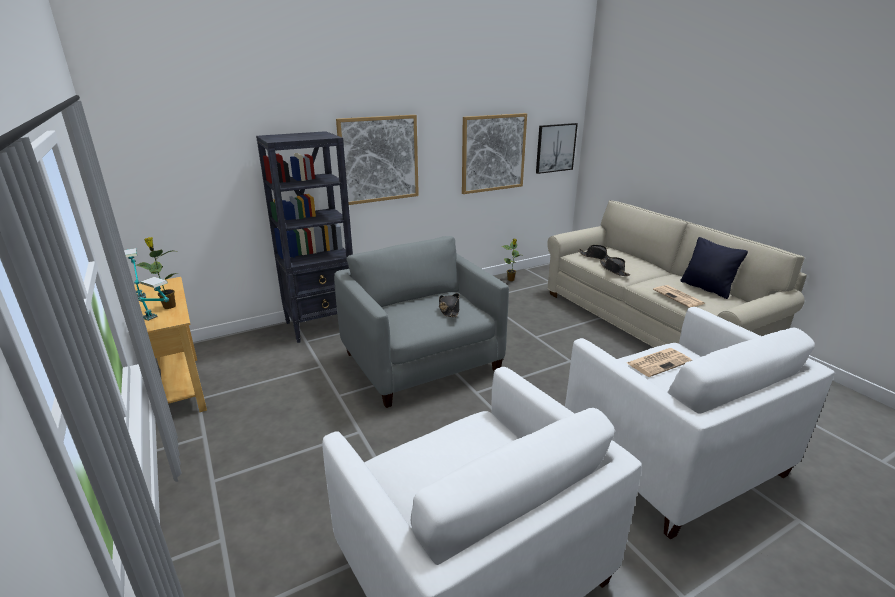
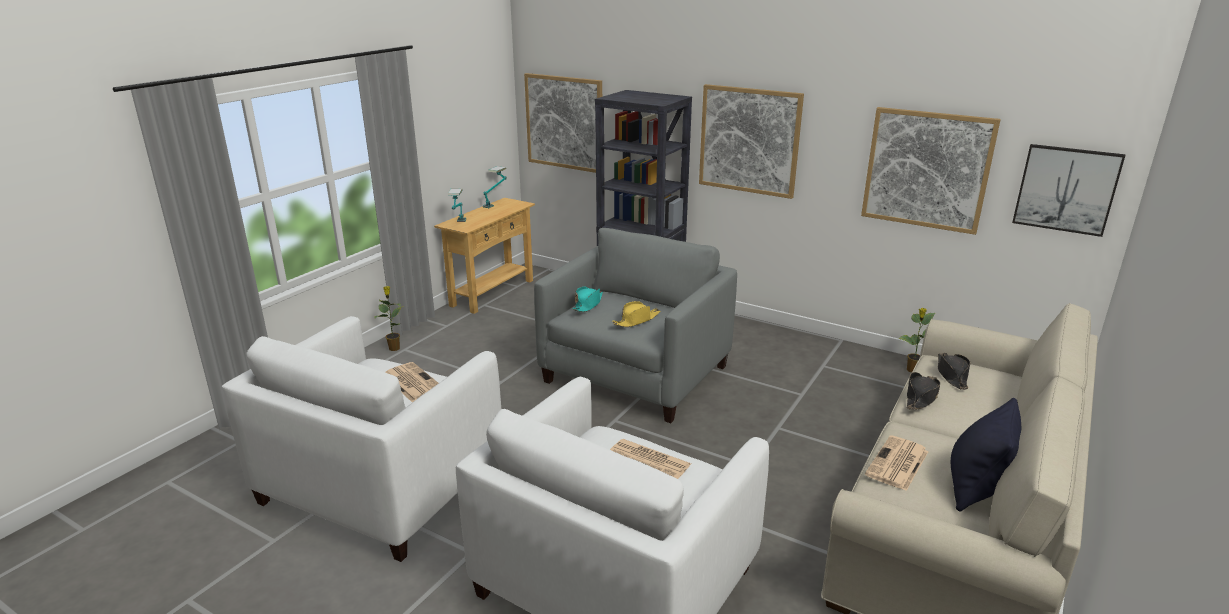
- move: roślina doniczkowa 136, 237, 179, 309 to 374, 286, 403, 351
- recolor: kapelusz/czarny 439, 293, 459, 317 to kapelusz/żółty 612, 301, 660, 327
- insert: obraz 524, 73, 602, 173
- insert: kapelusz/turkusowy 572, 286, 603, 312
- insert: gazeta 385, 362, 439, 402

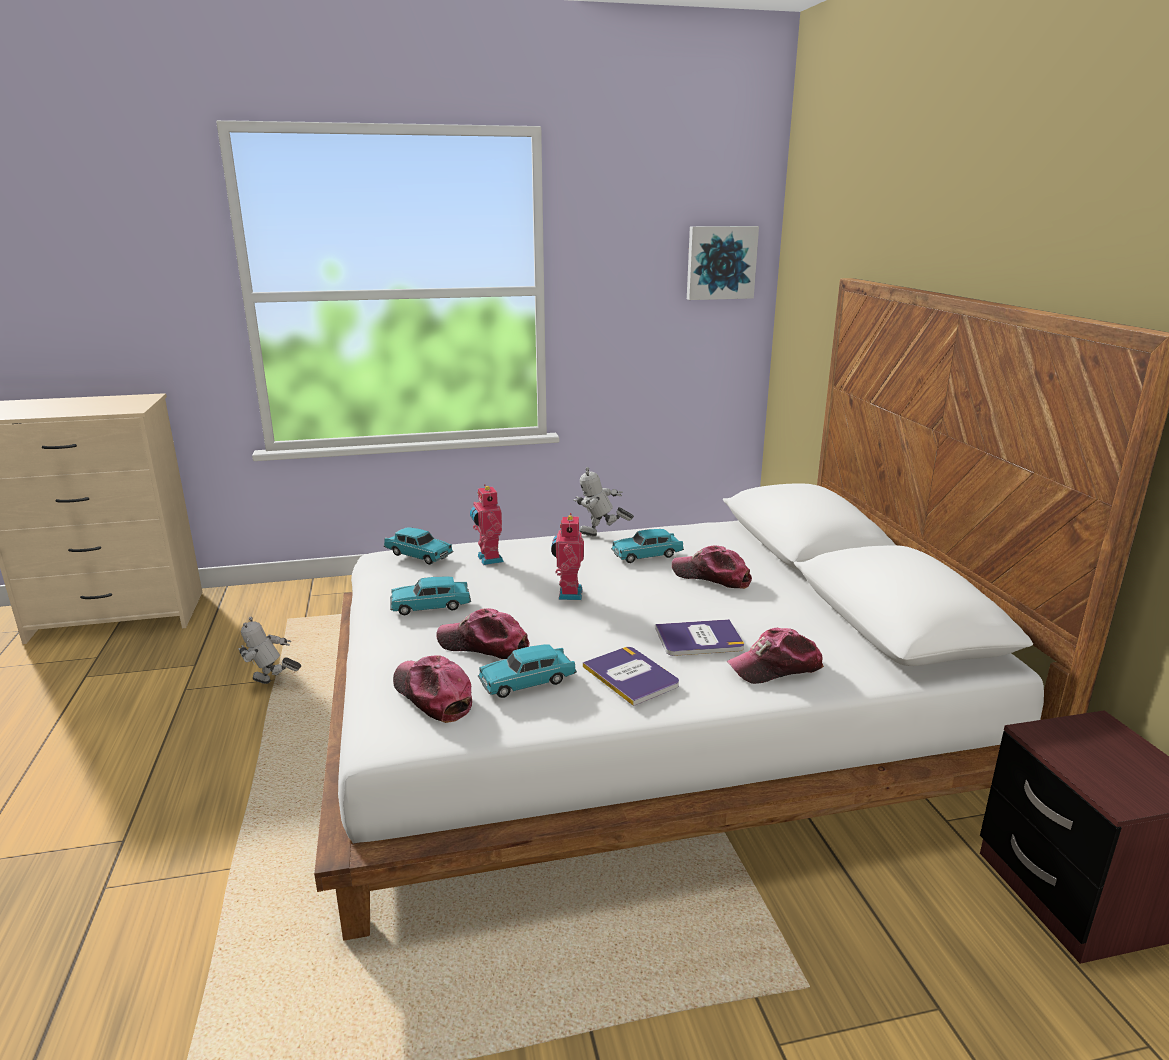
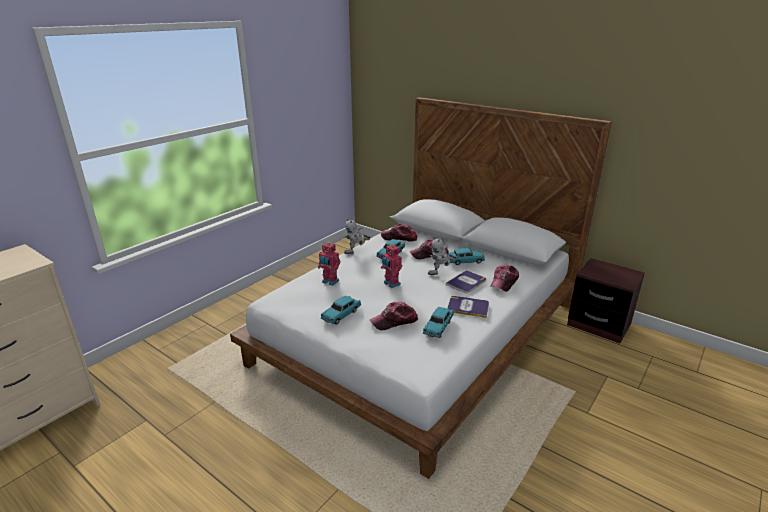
- delete: obraz 687, 226, 759, 300
- move: samochodzik/turkusowy 384, 527, 454, 565 to 447, 248, 485, 265
- move: robot zabawkowy 238, 617, 301, 684 to 428, 237, 457, 275
- move: czapka z daszkiem 393, 655, 472, 723 to 381, 224, 418, 242

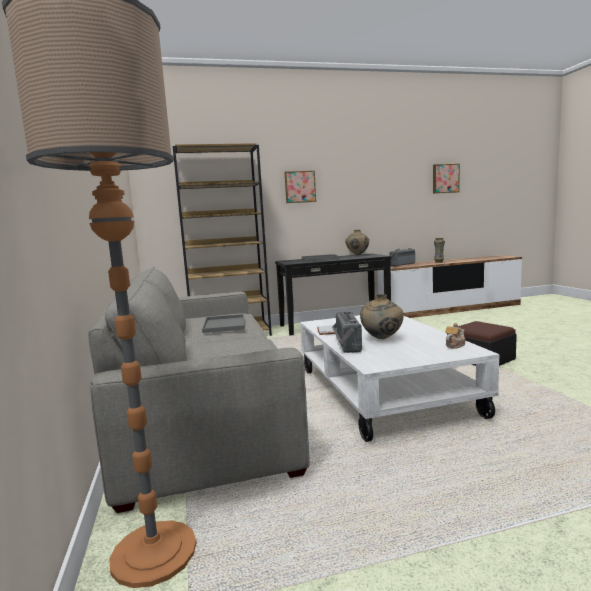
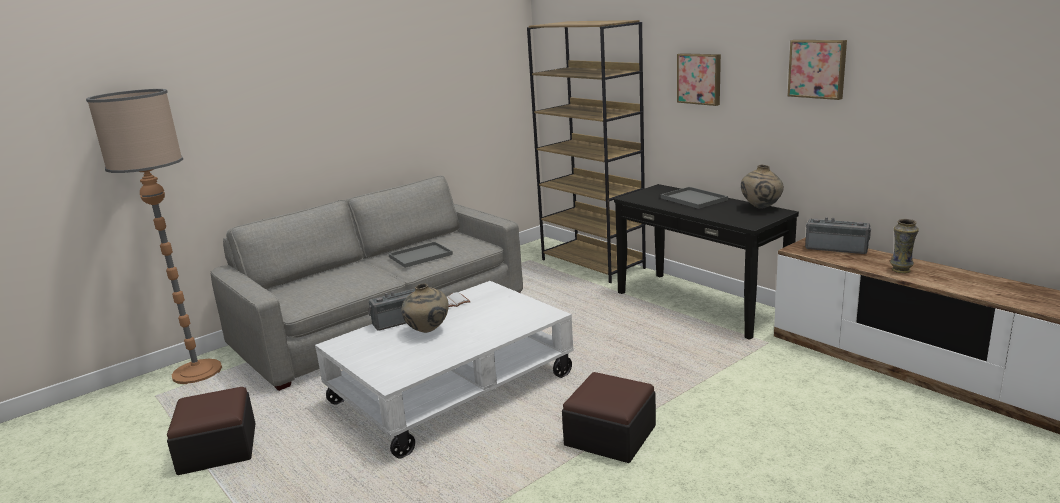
- move: obraz 433, 164, 460, 194 to 788, 40, 847, 100
- delete: imbryk 445, 323, 465, 349
- insert: pufa 167, 387, 256, 475

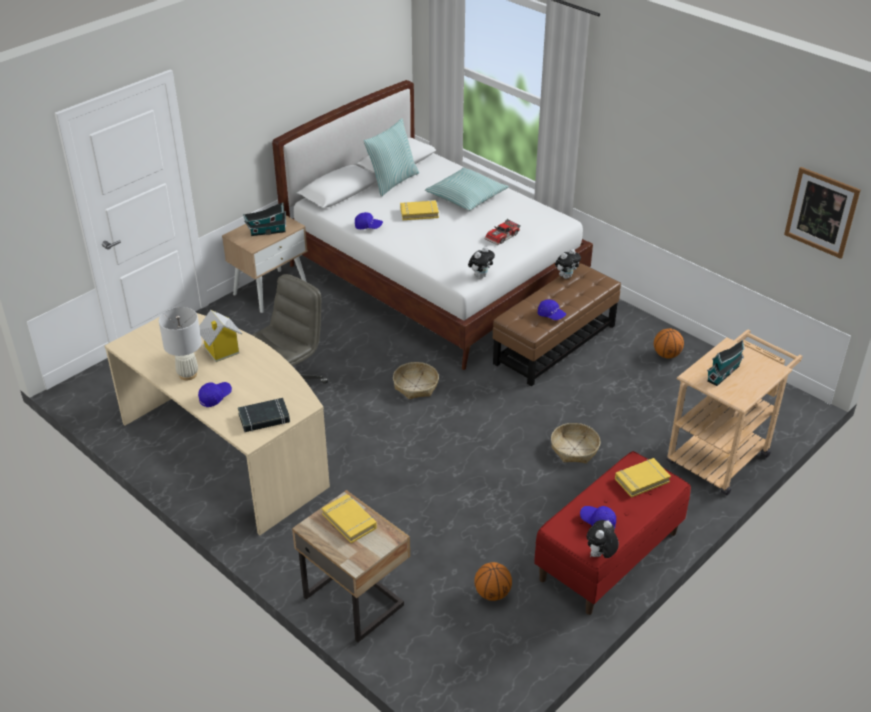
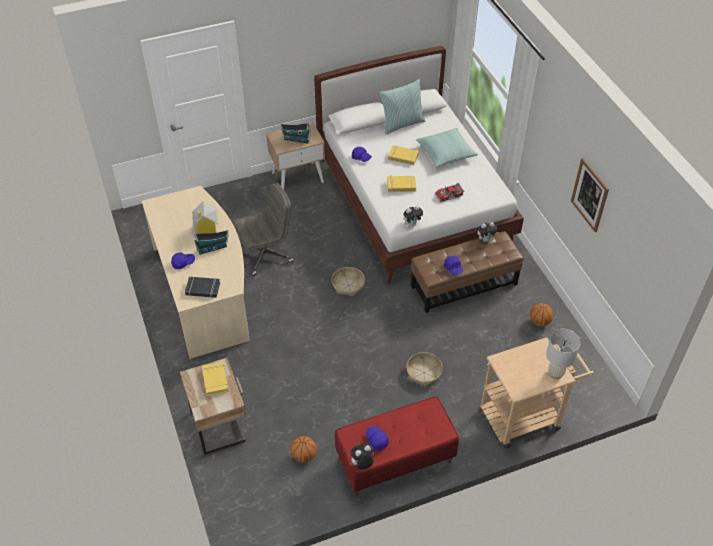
- move: obraz 784, 167, 860, 259 to 571, 158, 609, 232
- move: lampa stołowa/biały 159, 307, 202, 380 to 546, 329, 580, 379
- move: domek 707, 339, 745, 386 to 194, 230, 229, 255
- move: książka/żółty 615, 458, 671, 498 to 387, 175, 416, 192

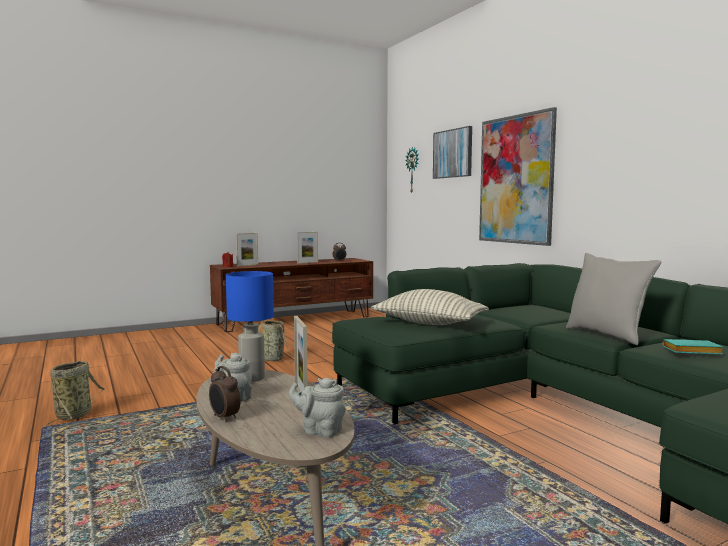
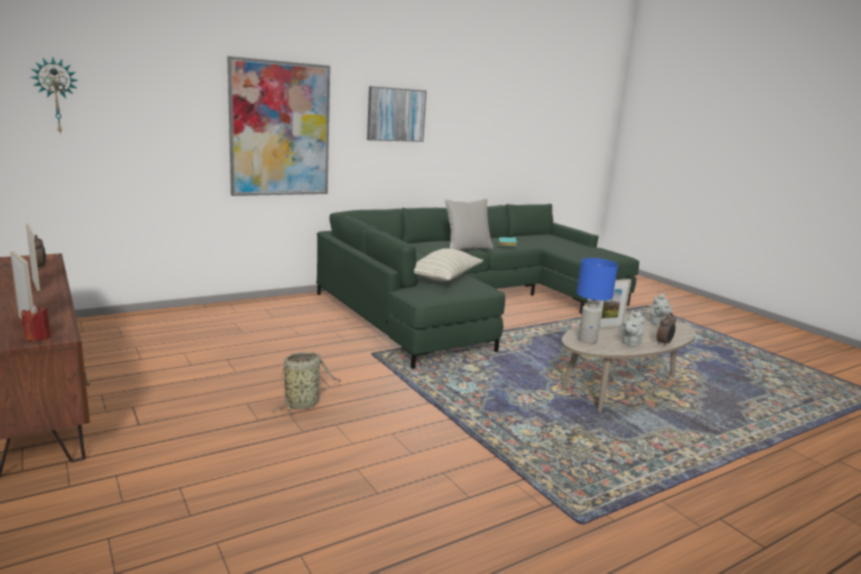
- move: obraz 433, 126, 472, 179 to 367, 86, 427, 142
- delete: koszyk 46, 361, 105, 426

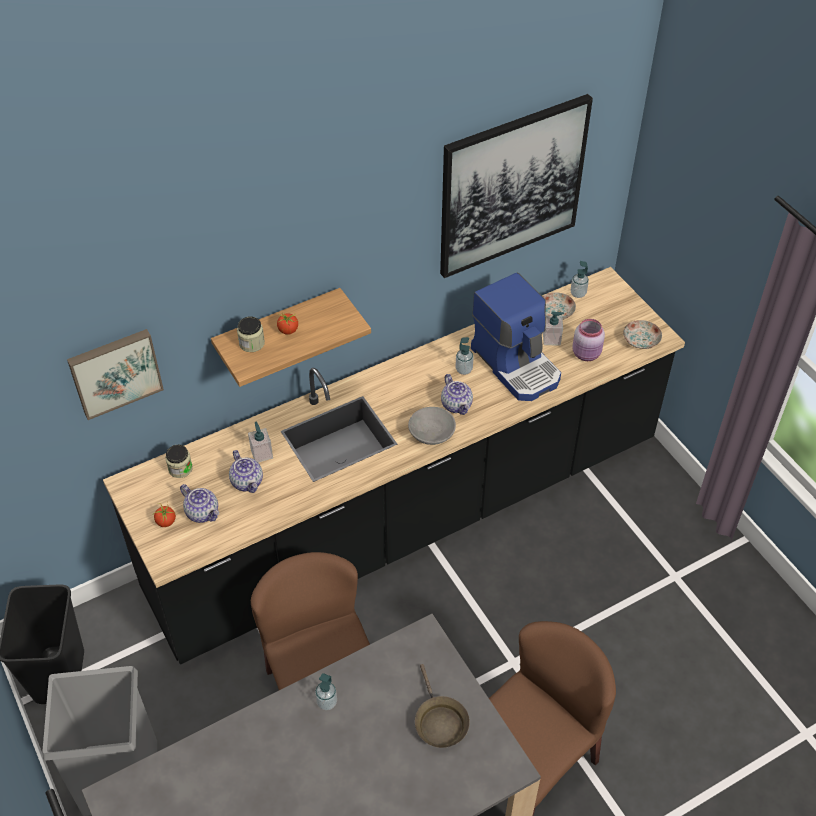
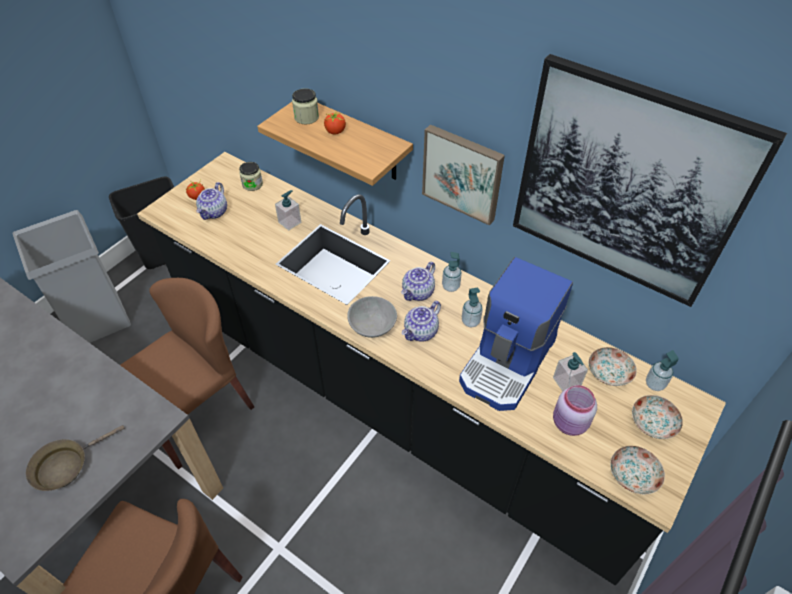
- move: obraz 67, 329, 164, 420 to 422, 124, 505, 226
- move: imbryk 229, 450, 263, 493 to 402, 262, 435, 301
- move: dozownik mydła 315, 673, 337, 711 to 442, 252, 462, 292
- insert: talerz 632, 395, 683, 439

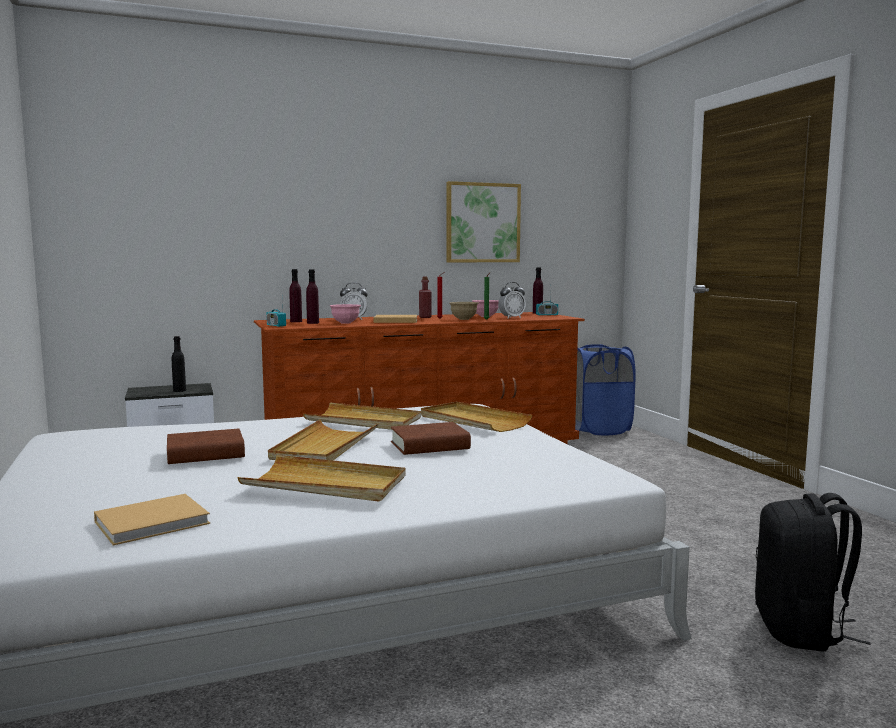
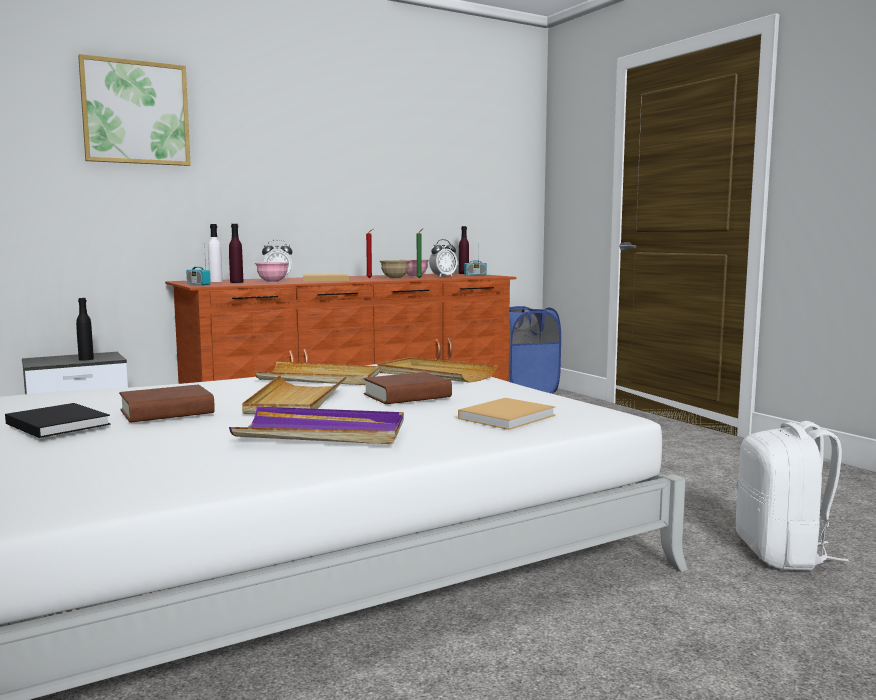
- move: obraz 447, 181, 521, 262 to 78, 54, 191, 166
- recolor: butelka/fioletowy 289, 269, 302, 322 to butelka/biały 208, 224, 223, 282
- delete: butelka/czerwony 419, 276, 431, 318
- recolor: taca/beżowy 237, 455, 406, 502 to taca/fioletowy 229, 407, 404, 444
- recolor: plecak/czarny 755, 493, 870, 652 to plecak/biały 736, 421, 849, 571
- move: książka/beżowy 94, 494, 210, 546 to 458, 398, 555, 430
- insert: książka/czarny 5, 403, 111, 438

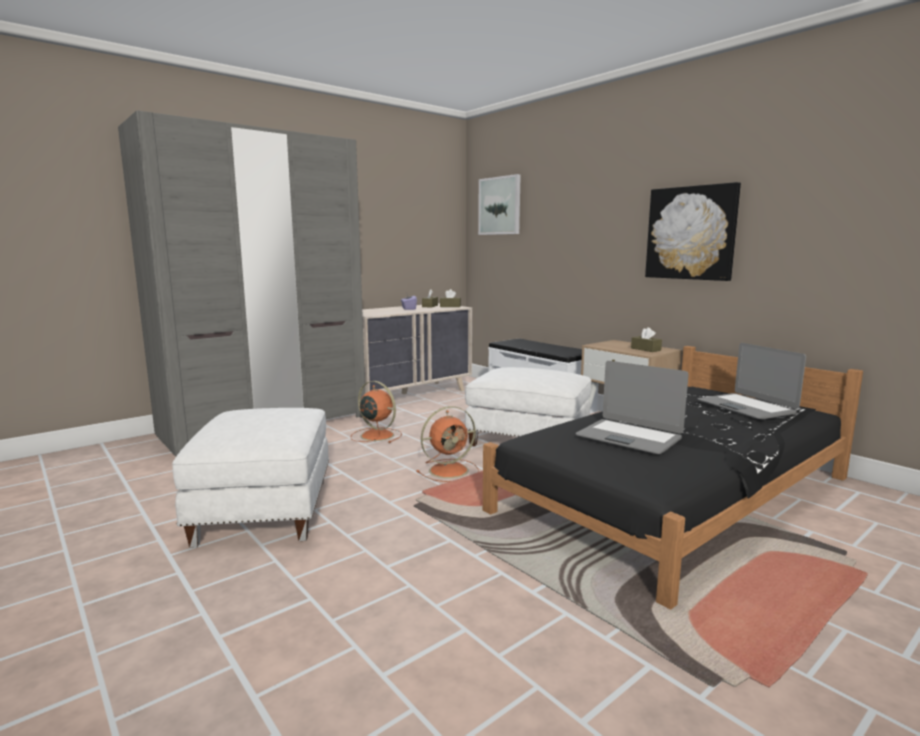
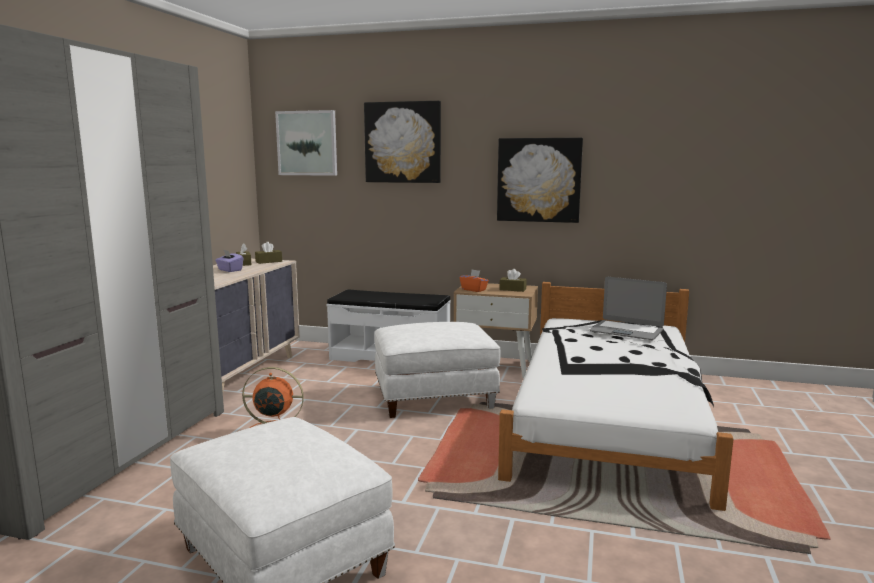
- recolor: łóżko/czarny 483, 346, 863, 609 to łóżko/biały 498, 282, 734, 511
- delete: laptop 575, 361, 689, 454
- delete: wentylator/pomarańczowy 416, 406, 479, 482
- insert: obraz 364, 101, 441, 183
- insert: pudełko chusteczek/pomarańczowy 460, 270, 489, 292

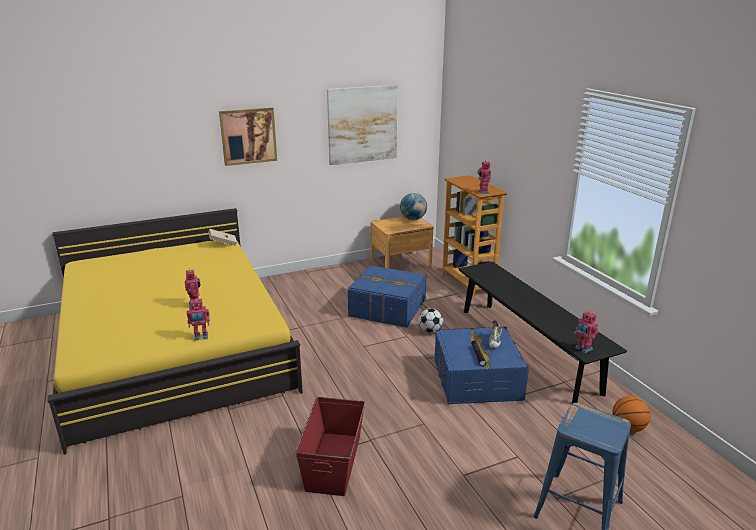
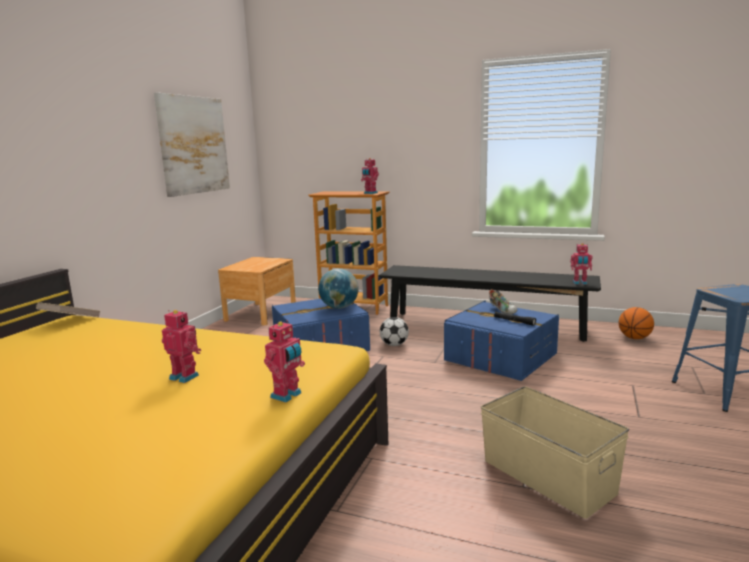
- delete: obraz 219, 108, 277, 166
- move: globus 400, 193, 427, 220 to 318, 269, 359, 309
- recolor: pojemnik do przechowywania/czerwony 295, 397, 365, 496 to pojemnik do przechowywania/beżowy 481, 386, 629, 519

